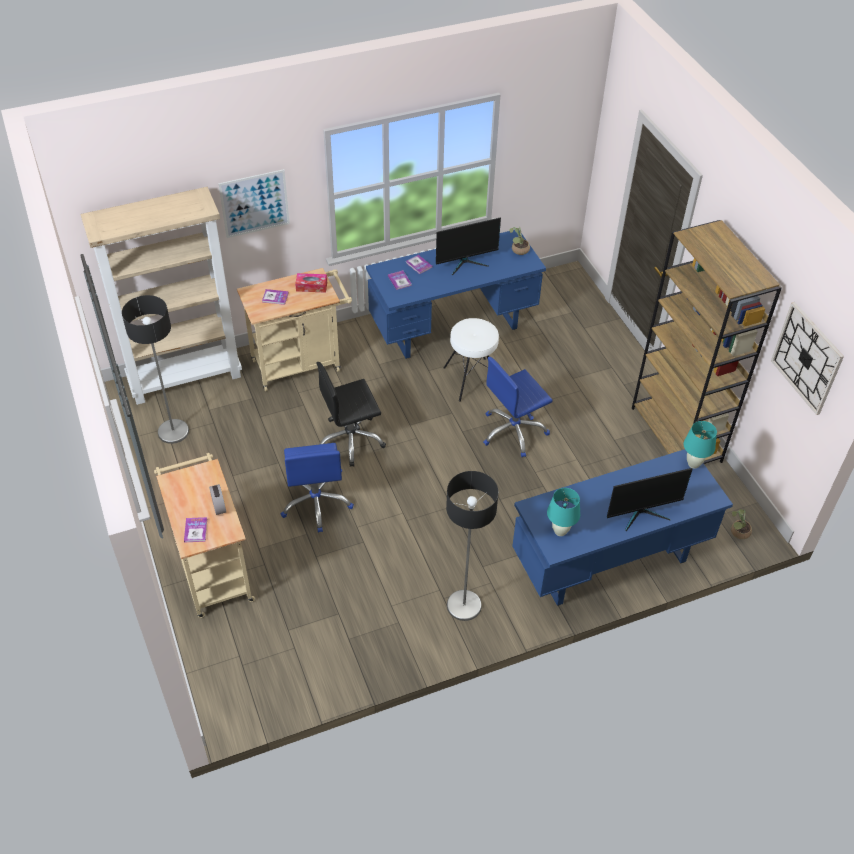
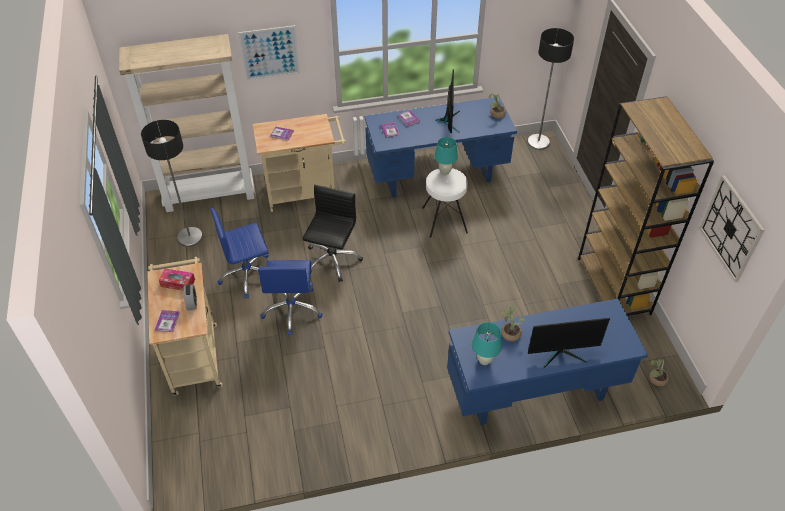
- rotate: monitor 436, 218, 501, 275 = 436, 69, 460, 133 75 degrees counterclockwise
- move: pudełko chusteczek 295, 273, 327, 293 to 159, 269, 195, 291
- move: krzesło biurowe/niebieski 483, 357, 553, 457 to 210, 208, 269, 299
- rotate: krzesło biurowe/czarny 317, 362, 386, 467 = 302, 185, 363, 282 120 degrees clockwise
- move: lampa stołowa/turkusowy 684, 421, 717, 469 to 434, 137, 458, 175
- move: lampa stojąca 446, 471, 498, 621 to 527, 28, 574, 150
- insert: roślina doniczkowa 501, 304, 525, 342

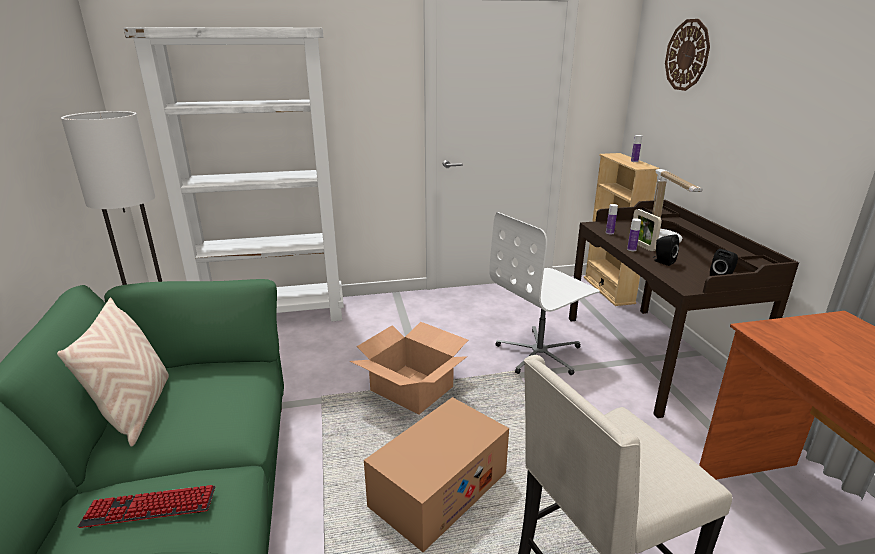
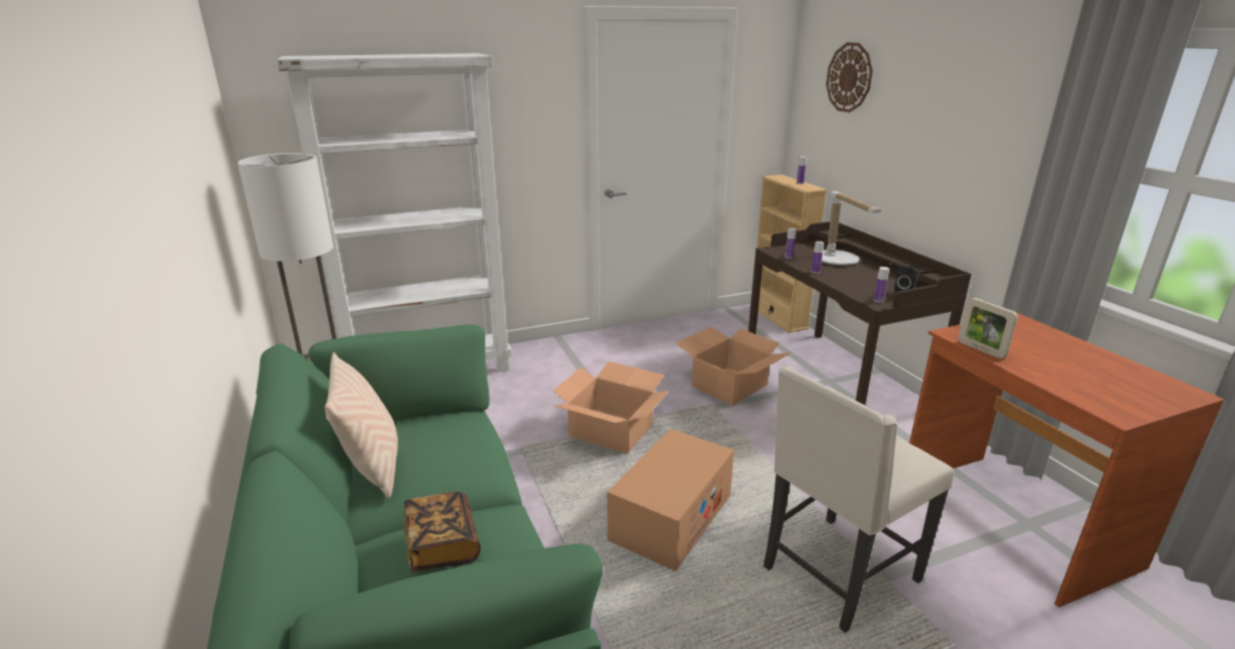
- move: ramka na zdjęcie 633, 209, 662, 251 to 958, 298, 1018, 359
- replace: krzesło biurowe/biały 489, 212, 600, 375 to karton 675, 327, 792, 406
- delete: głośnik/czarny 653, 234, 679, 266
- replace: klawiatura 78, 485, 216, 528 to książka 404, 492, 481, 571
- insert: butelka 873, 267, 889, 303

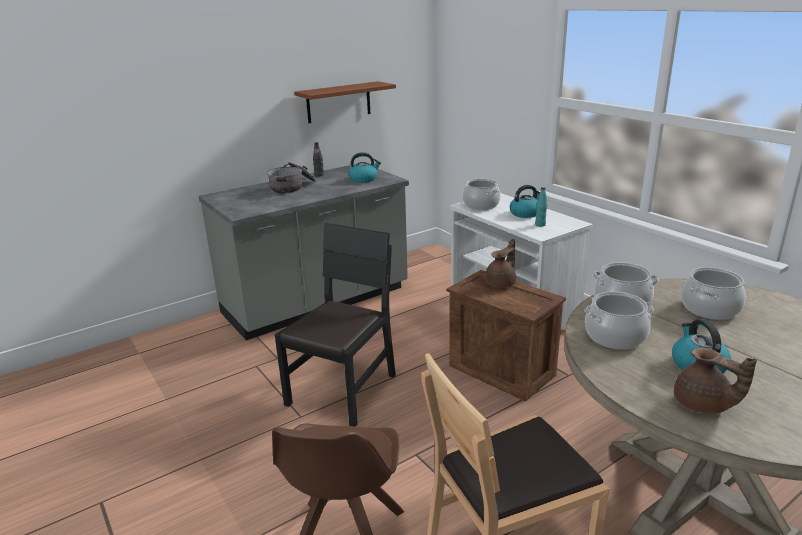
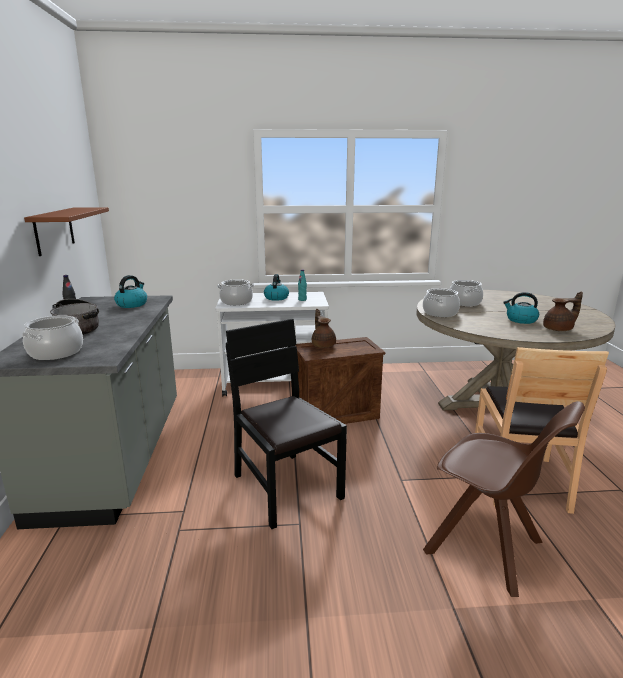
- move: garnek 584, 291, 654, 349 to 22, 315, 83, 360

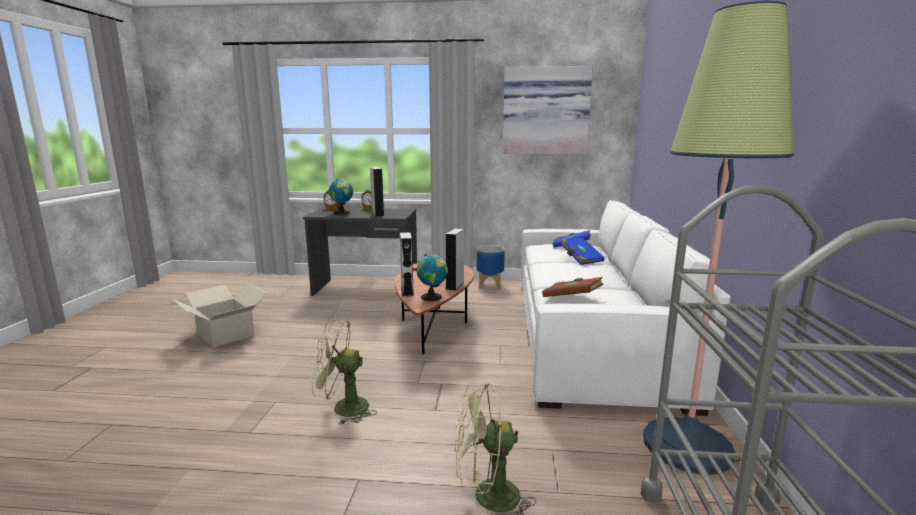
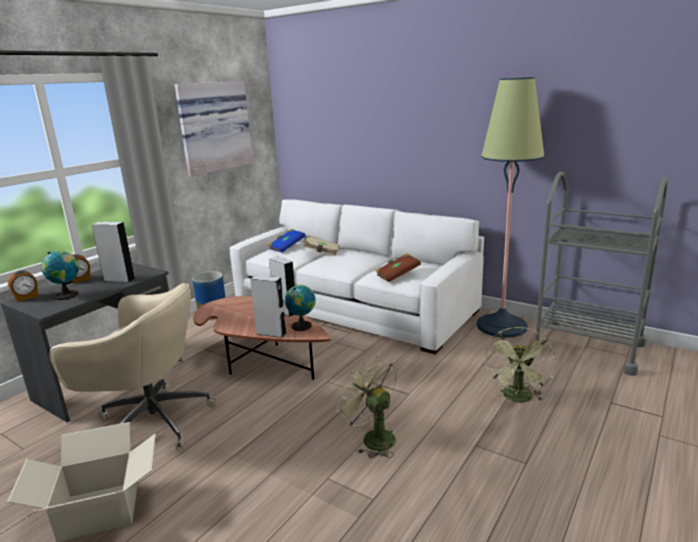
- recolor: książka/niebieski 560, 238, 605, 265 to książka/beżowy 303, 236, 340, 256
- rotate: wentylator/zielony 310, 319, 377, 425 = 336, 356, 397, 458 105 degrees clockwise
- insert: krzesło biurowe/beżowy 49, 283, 216, 449

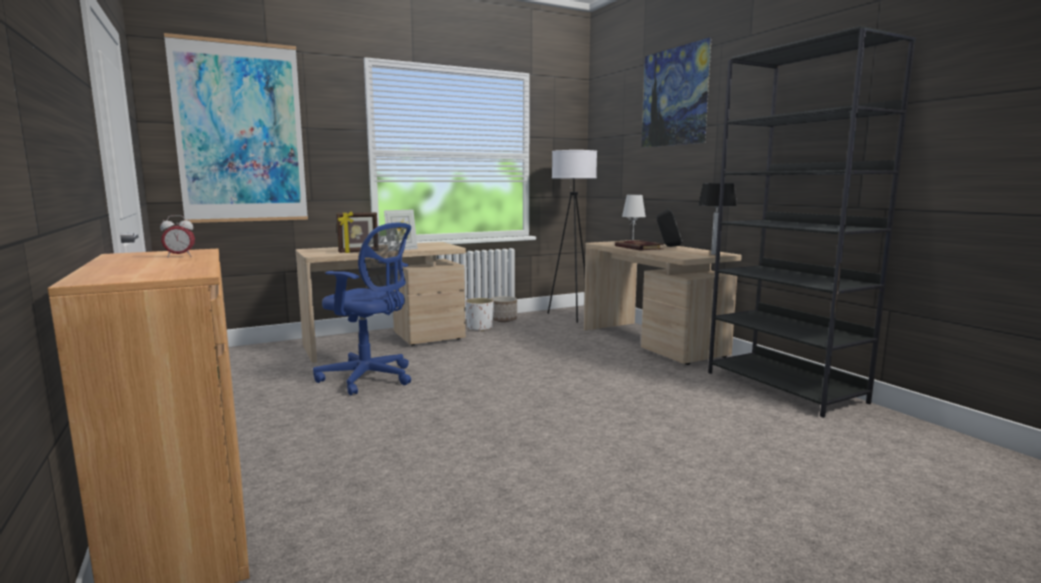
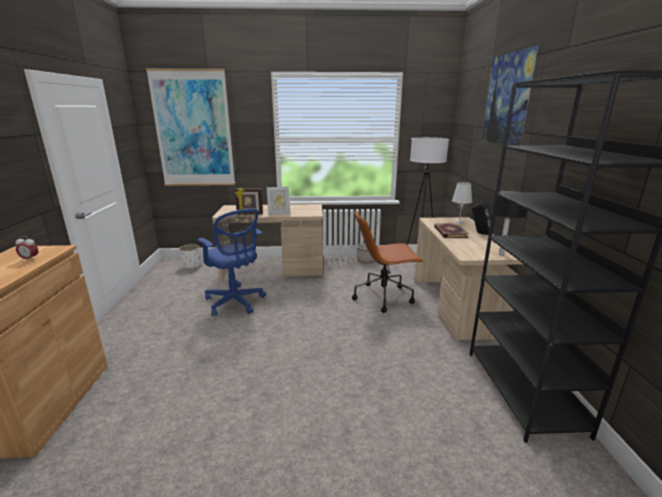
- move: donica/biały 466, 298, 494, 331 to 179, 244, 201, 269
- insert: krzesło biurowe/brązowy 352, 211, 424, 313

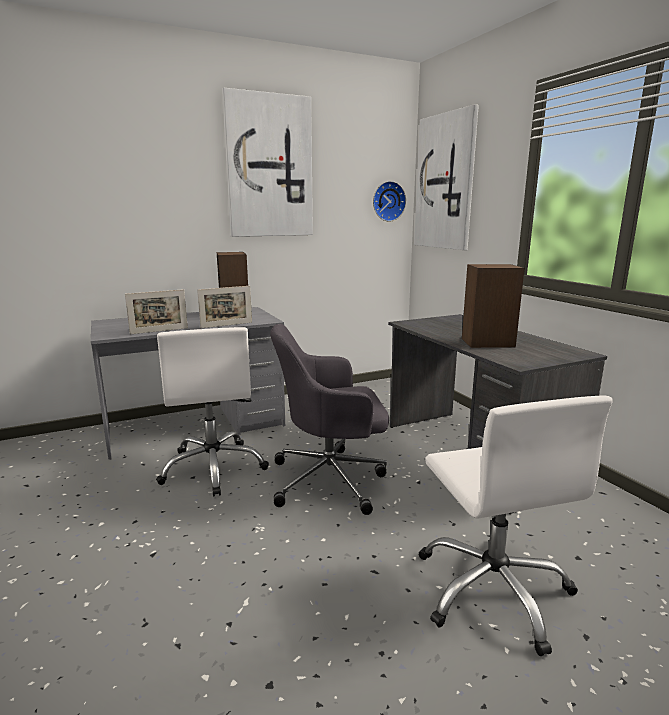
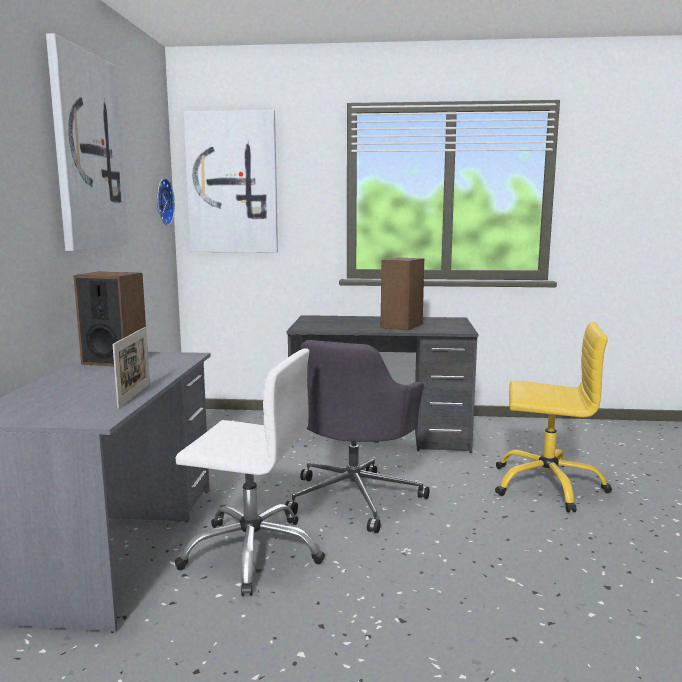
- delete: ramka na zdjęcie 197, 286, 252, 328
- recolor: krzesło biurowe/biały 419, 395, 613, 656 to krzesło biurowe/żółty 495, 322, 612, 513

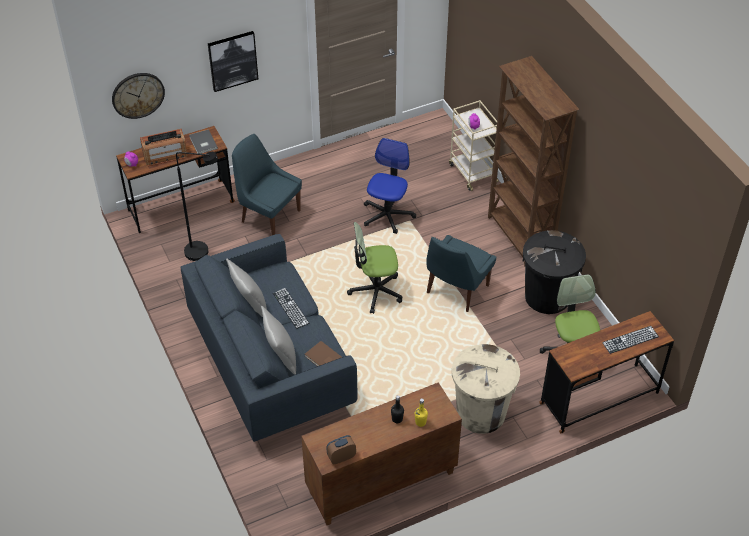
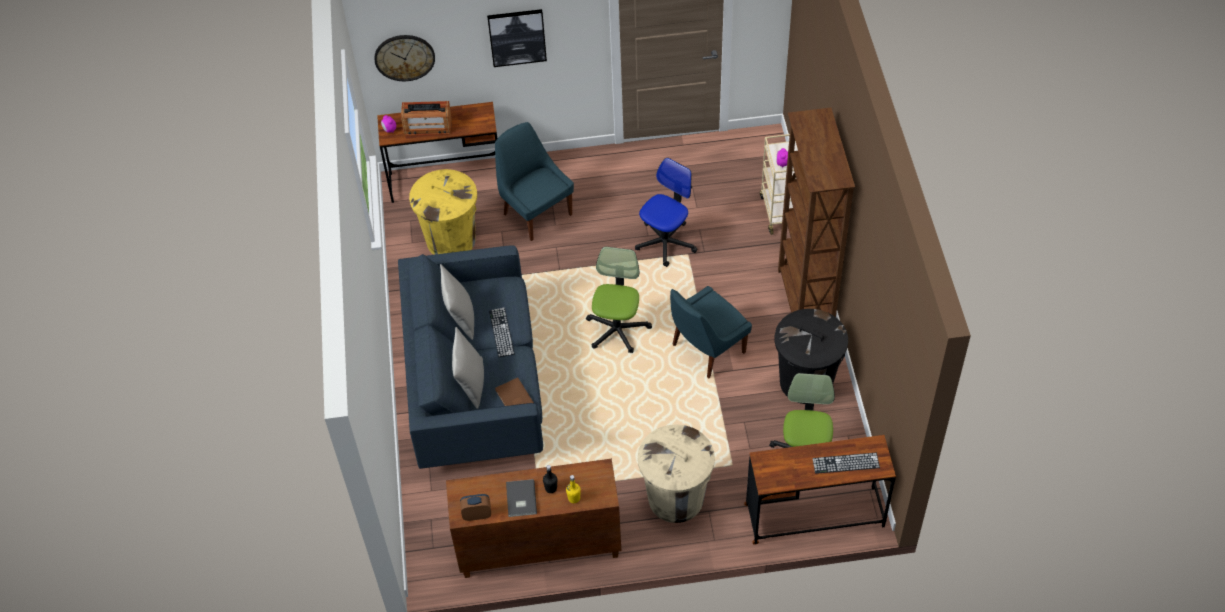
- move: książka/szary 189, 129, 218, 154 to 506, 479, 537, 517
- replace: lampa stojąca/czarny 176, 152, 218, 261 to kosz na śmieci/żółty 409, 169, 477, 255
- rotate: krzesło biurowe 347, 222, 402, 314 = 586, 247, 652, 353 90 degrees clockwise

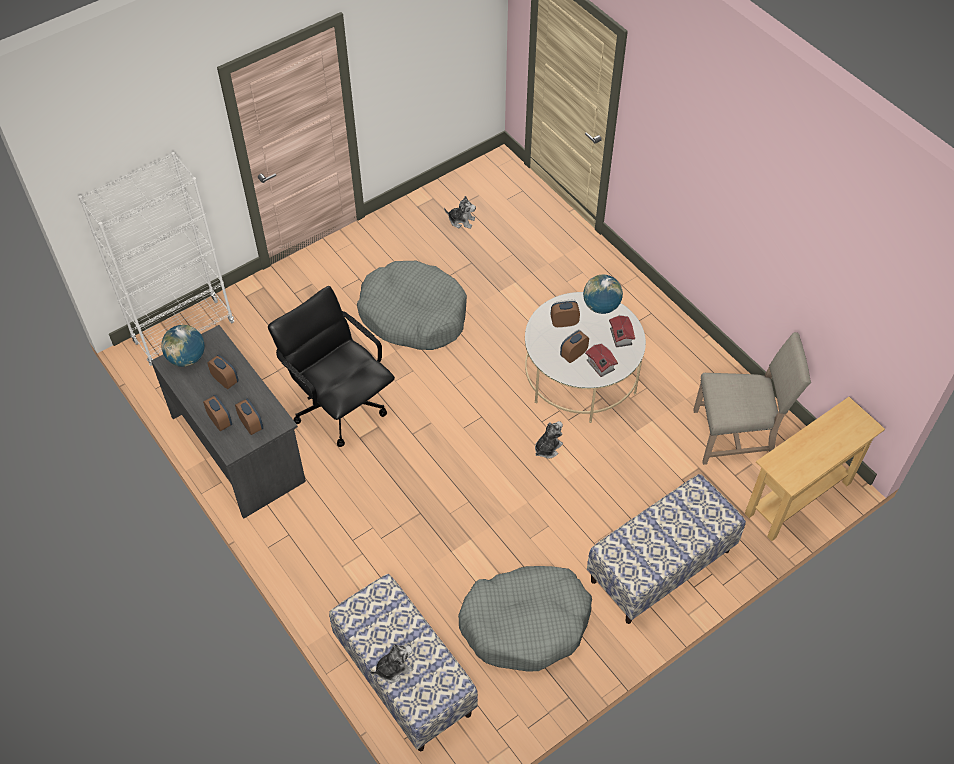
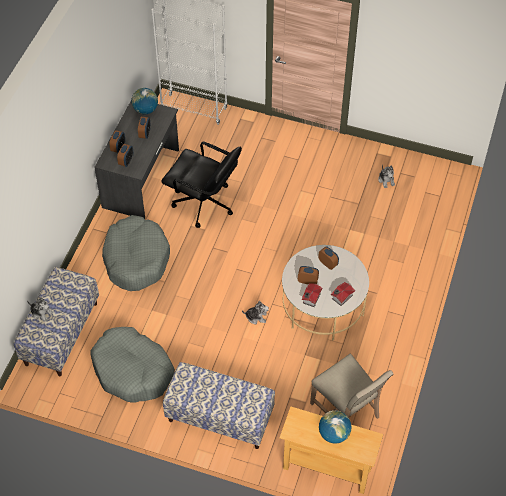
- move: legowisko/szary 357, 261, 467, 350 to 102, 215, 170, 291
- move: globus 583, 274, 623, 314 to 319, 410, 351, 444
- rotate: krzesło biurowe/czarny 268, 286, 395, 447 = 161, 141, 242, 228 105 degrees clockwise

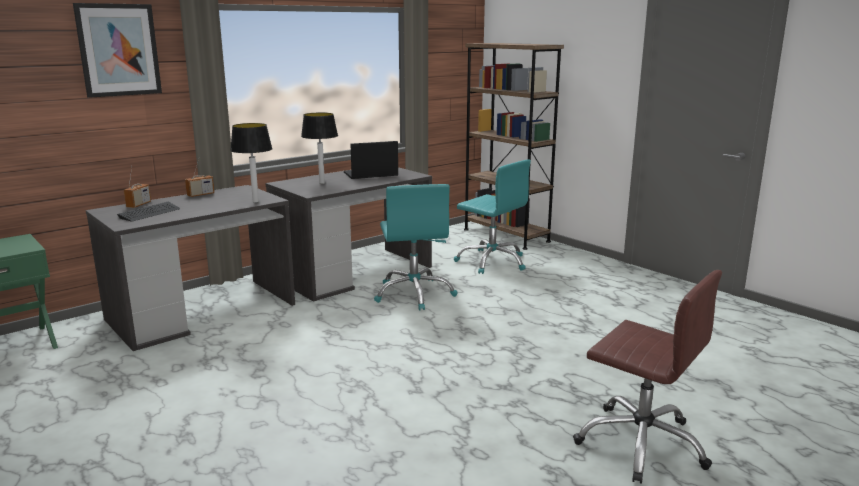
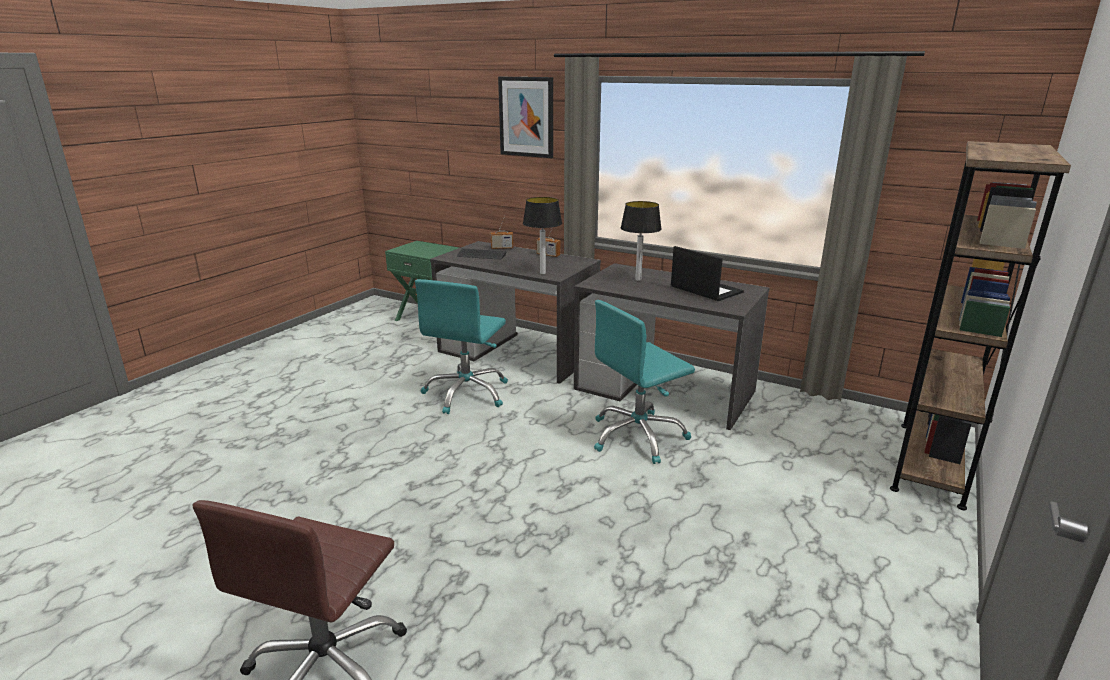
- move: krzesło biurowe/turkusowy 454, 159, 531, 274 to 415, 279, 508, 414

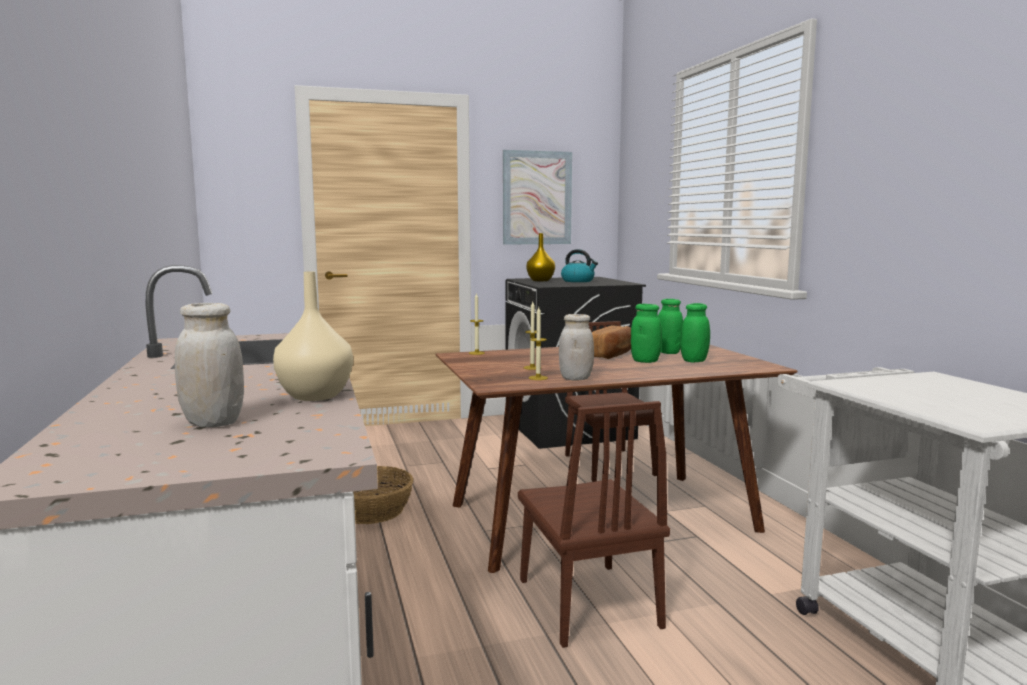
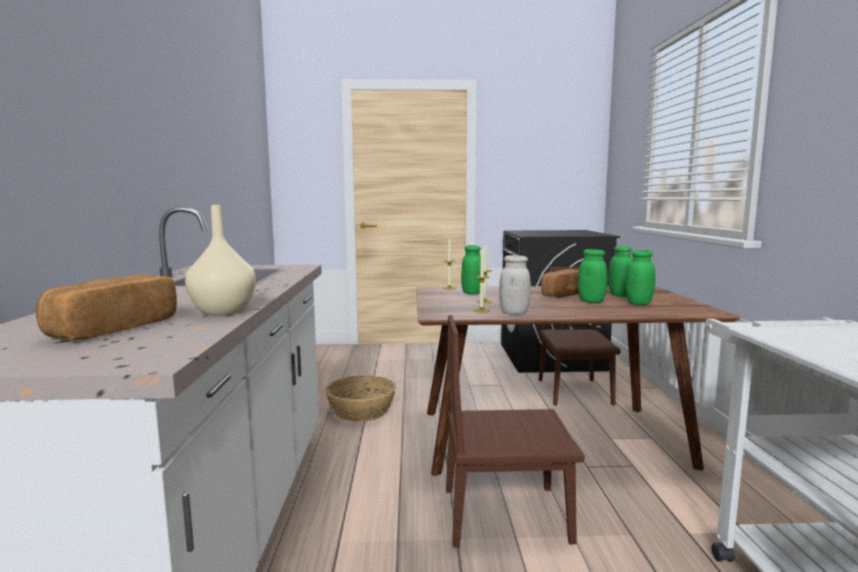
- delete: obraz 503, 150, 572, 245
- delete: wazon/żółty 526, 233, 555, 281
- delete: czajnik 561, 249, 598, 282
- replace: słoik/biały 175, 303, 244, 427 to chleb 36, 274, 177, 340
- rotate: krzesło/brązowy 518, 401, 670, 648 = 446, 315, 585, 547 90 degrees clockwise
- insert: słoik/zielony 461, 245, 481, 295

